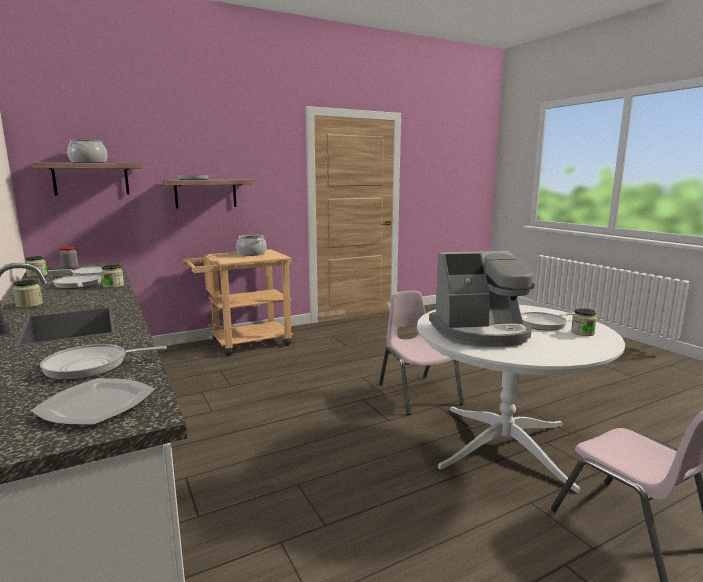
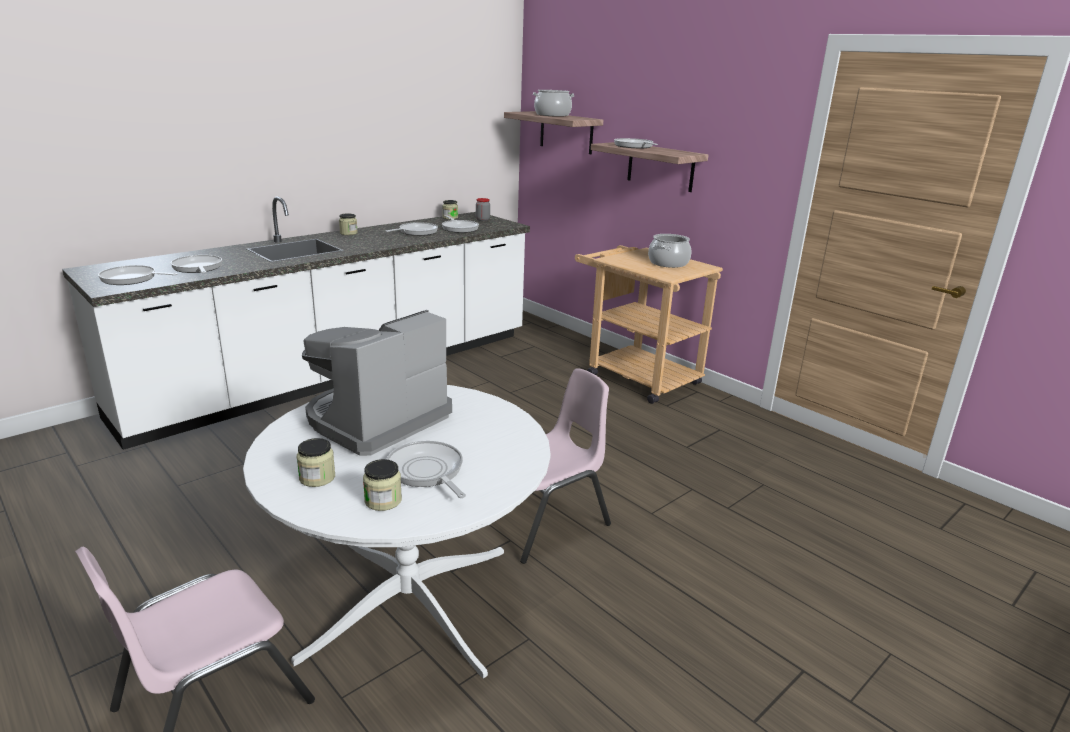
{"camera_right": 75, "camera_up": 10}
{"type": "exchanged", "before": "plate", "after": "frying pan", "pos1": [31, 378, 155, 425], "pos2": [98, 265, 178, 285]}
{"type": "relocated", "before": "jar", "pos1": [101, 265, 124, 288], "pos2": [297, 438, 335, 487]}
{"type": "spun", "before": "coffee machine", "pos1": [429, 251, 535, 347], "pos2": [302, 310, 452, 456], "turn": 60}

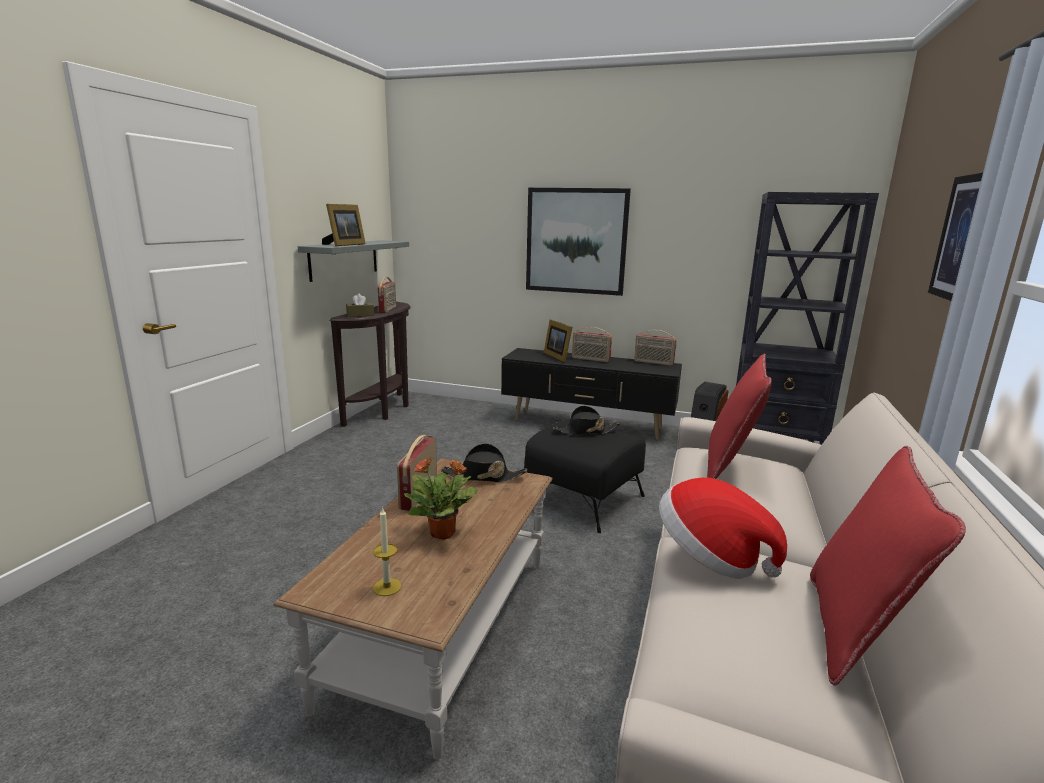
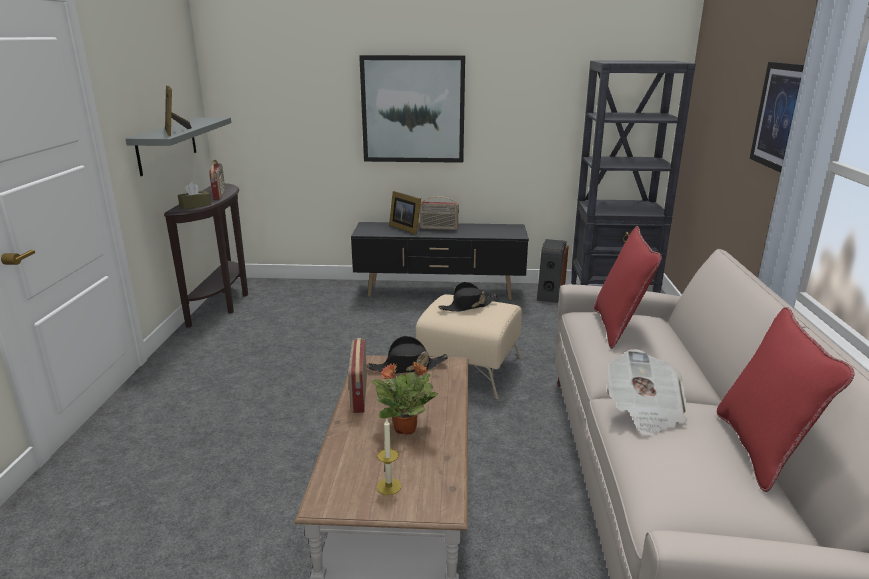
{"camera_right": -15, "camera_up": 5}
{"type": "spun", "before": "picture frame", "pos1": [322, 204, 366, 246], "pos2": [165, 85, 192, 136], "turn": 150}
{"type": "colour", "before": "black ottoman", "after": "beige ottoman", "pos1": [524, 419, 646, 533], "pos2": [415, 294, 522, 399]}
{"type": "missing", "before": "radio", "pos1": [634, 330, 677, 366]}
{"type": "exchanged", "before": "hat", "after": "newspaper", "pos1": [659, 478, 787, 579], "pos2": [606, 349, 687, 436]}

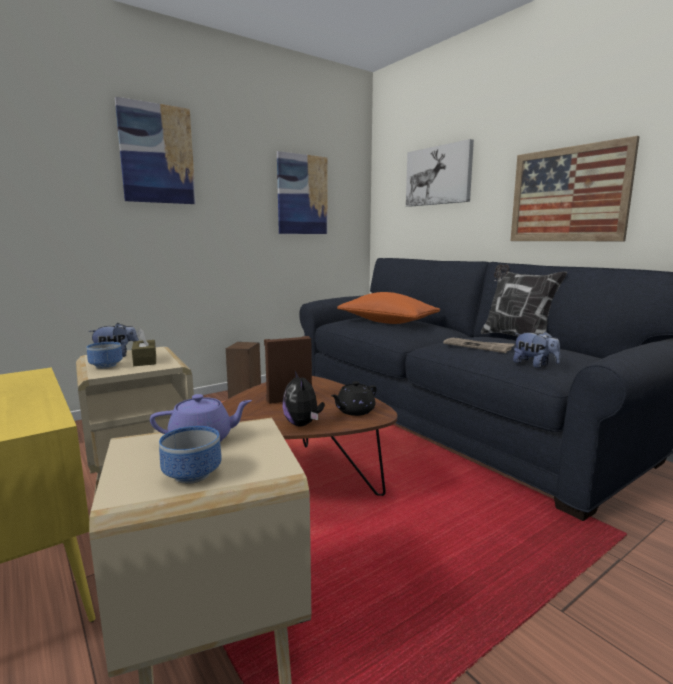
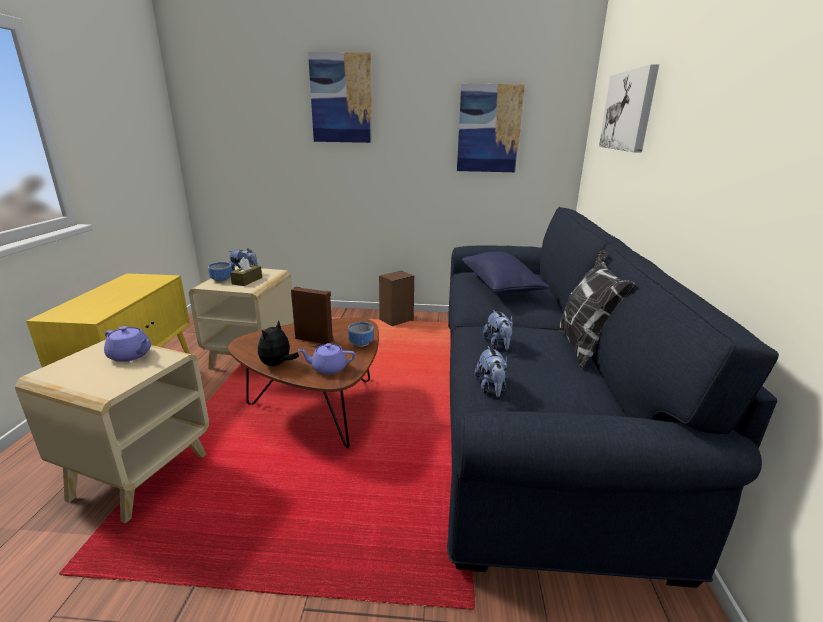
{"camera_right": 40, "camera_up": 10}
{"type": "relocated", "before": "bowl", "pos1": [159, 426, 222, 484], "pos2": [348, 322, 374, 347]}
{"type": "colour", "before": "black teapot", "after": "purple teapot", "pos1": [331, 381, 377, 416], "pos2": [298, 343, 355, 374]}
{"type": "colour", "before": "orange pillow", "after": "blue pillow", "pos1": [337, 292, 440, 324], "pos2": [462, 252, 550, 293]}
{"type": "exchanged", "before": "newspaper", "after": "plush toy", "pos1": [443, 338, 515, 353], "pos2": [483, 310, 513, 350]}
{"type": "missing", "before": "picture", "pos1": [511, 136, 640, 241]}

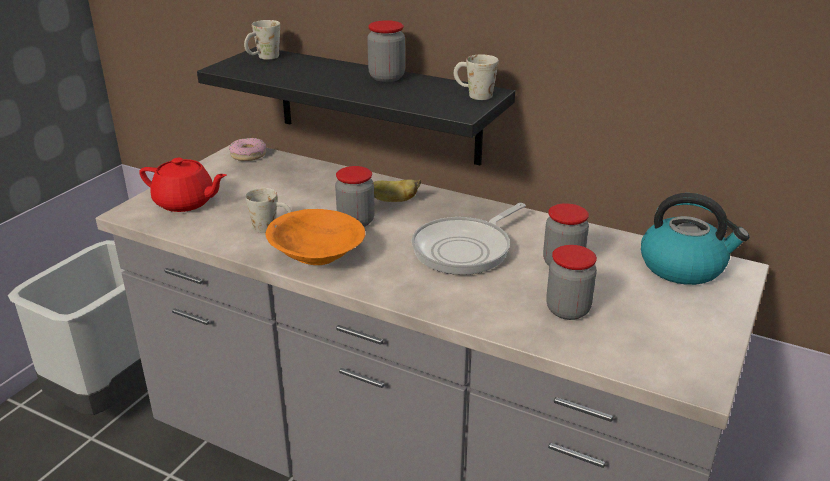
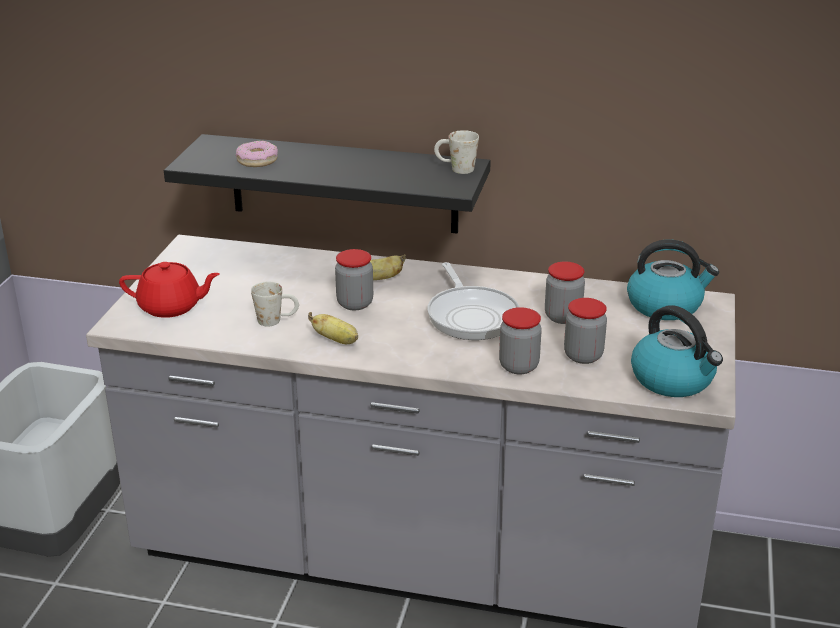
{"camera_right": -15, "camera_up": 0}
{"type": "relocated", "before": "donut", "pos1": [229, 138, 266, 161], "pos2": [236, 141, 278, 167]}
{"type": "missing", "before": "white mug", "pos1": [244, 20, 280, 60]}
{"type": "exchanged", "before": "orange bowl", "after": "banana", "pos1": [266, 209, 365, 265], "pos2": [308, 312, 358, 344]}
{"type": "relocated", "before": "jar", "pos1": [367, 20, 405, 82], "pos2": [499, 307, 542, 374]}
{"type": "spun", "before": "frying pan", "pos1": [412, 203, 526, 275], "pos2": [427, 262, 519, 340], "turn": -45}
{"type": "appeared", "after": "kettle", "pos2": [631, 305, 723, 397]}

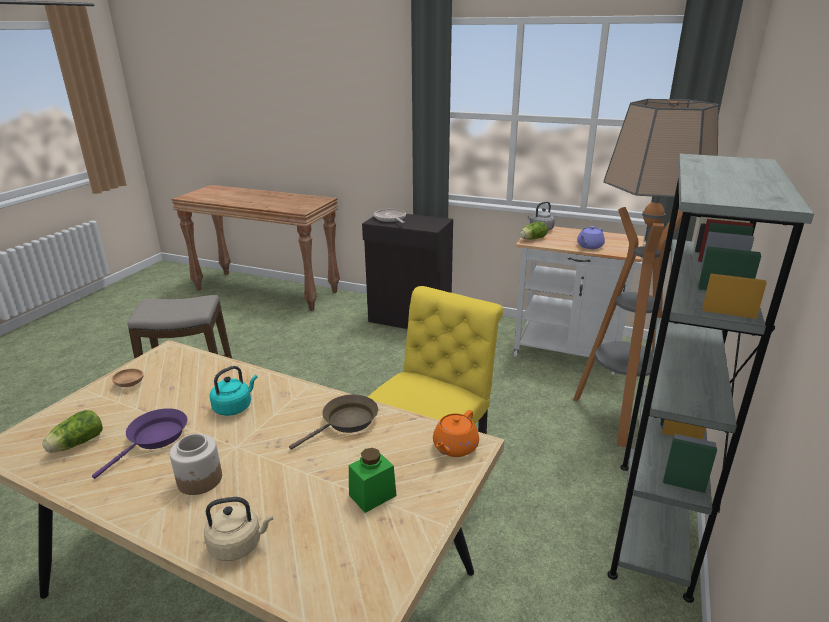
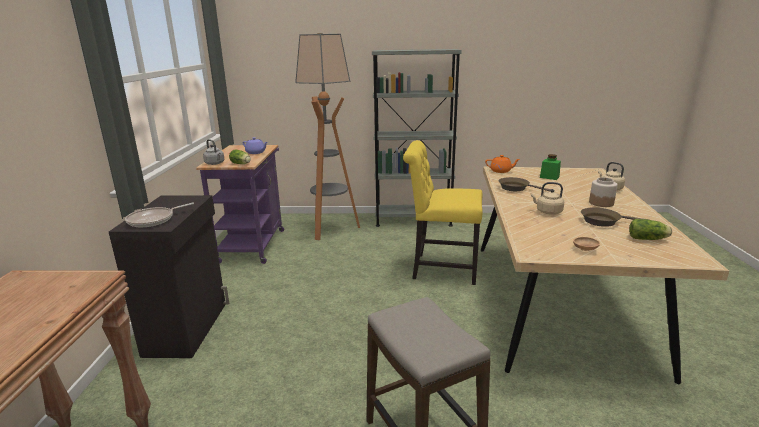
{"camera_right": -110, "camera_up": -5}
{"type": "colour", "before": "purple frying pan", "after": "brown frying pan", "pos1": [92, 408, 187, 479], "pos2": [581, 207, 650, 227]}
{"type": "colour", "before": "turquoise kettle", "after": "beige kettle", "pos1": [210, 366, 257, 416], "pos2": [531, 182, 564, 215]}
{"type": "colour", "before": "white cart", "after": "purple cart", "pos1": [514, 226, 653, 375], "pos2": [196, 145, 284, 264]}

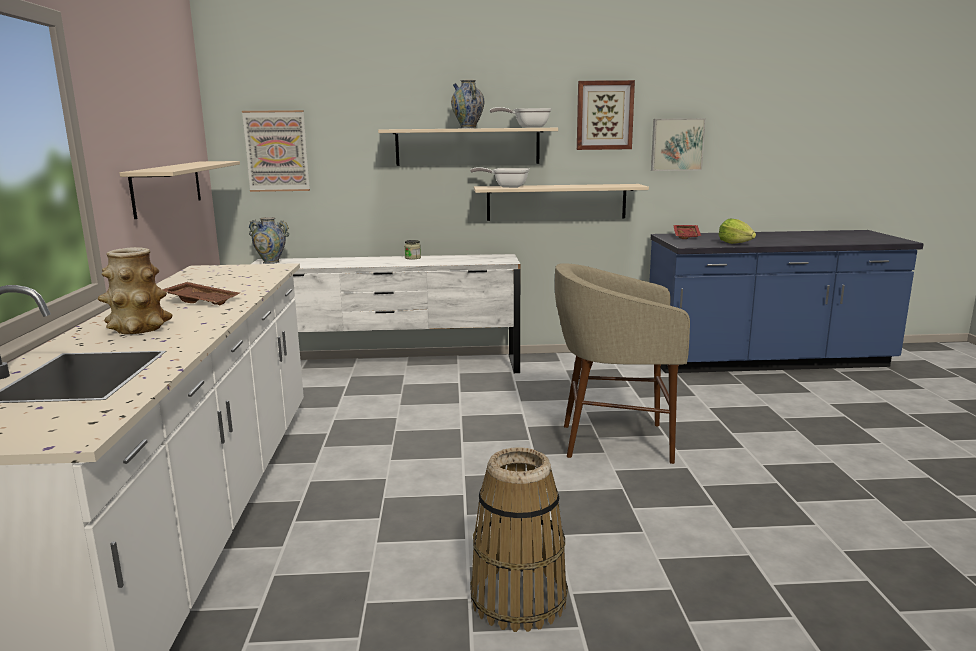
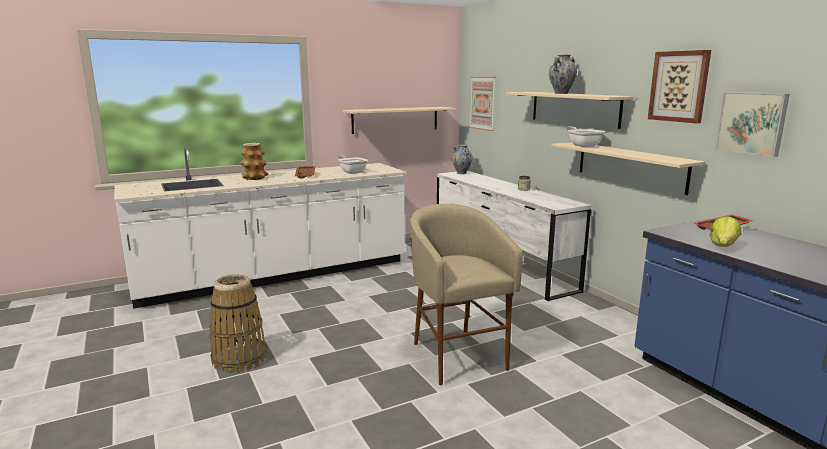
{"camera_right": 65, "camera_up": 0}
{"type": "relocated", "before": "frying pan", "pos1": [490, 107, 552, 128], "pos2": [338, 155, 368, 174]}

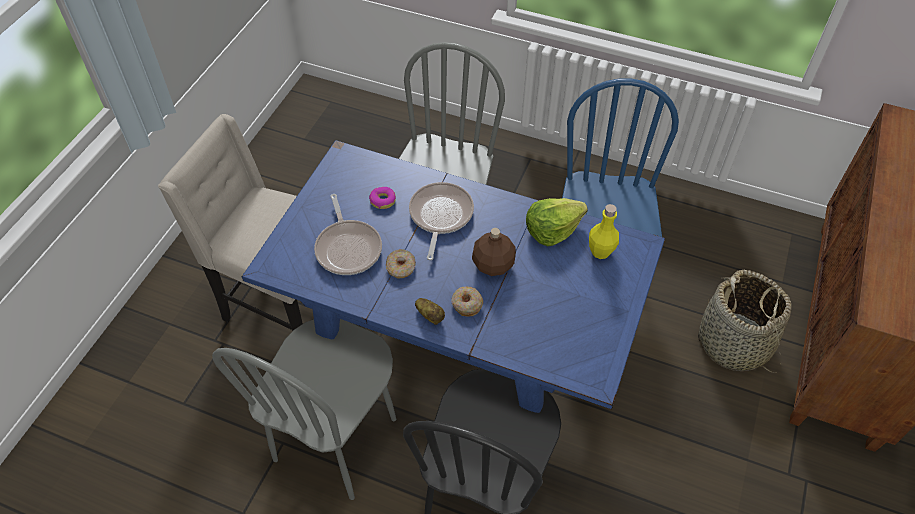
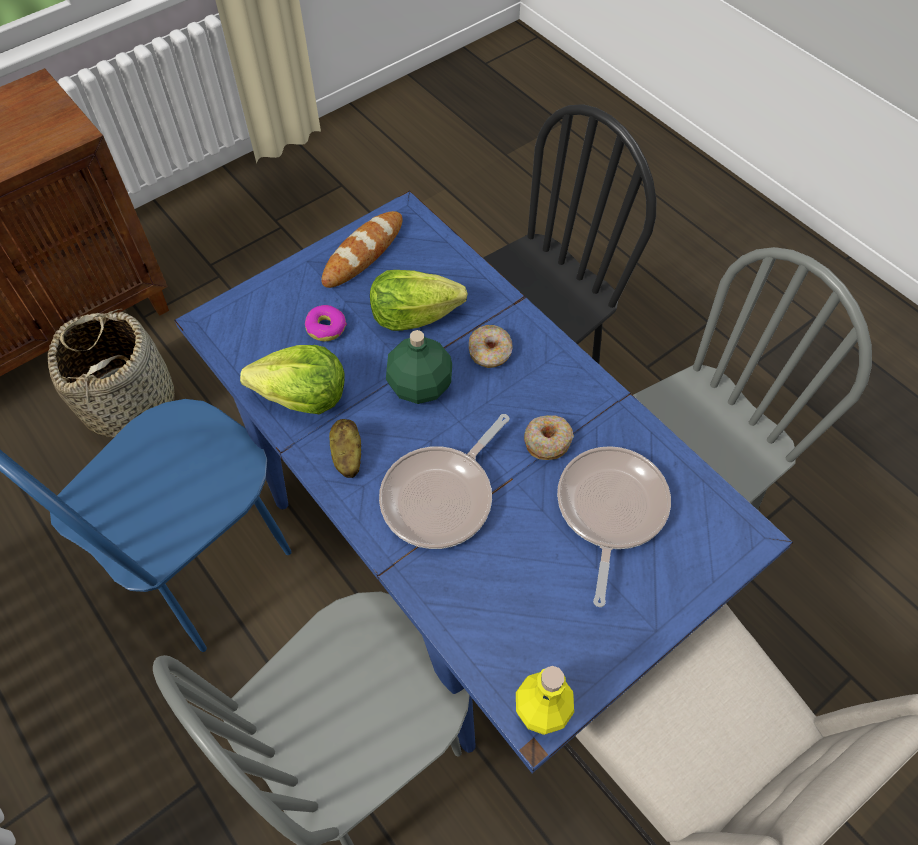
{"camera_right": -150, "camera_up": 5}
{"type": "relocated", "before": "donut", "pos1": [369, 187, 396, 209], "pos2": [305, 305, 347, 341]}
{"type": "relocated", "before": "potato", "pos1": [415, 298, 445, 325], "pos2": [329, 419, 361, 478]}
{"type": "colour", "before": "brown bottle", "after": "green bottle", "pos1": [472, 228, 516, 276], "pos2": [386, 330, 452, 404]}
{"type": "relocated", "before": "yellow bottle", "pos1": [589, 204, 619, 259], "pos2": [516, 666, 574, 735]}
{"type": "appeared", "after": "bread", "pos2": [321, 211, 402, 288]}
{"type": "appeared", "after": "lettuce", "pos2": [370, 270, 468, 331]}

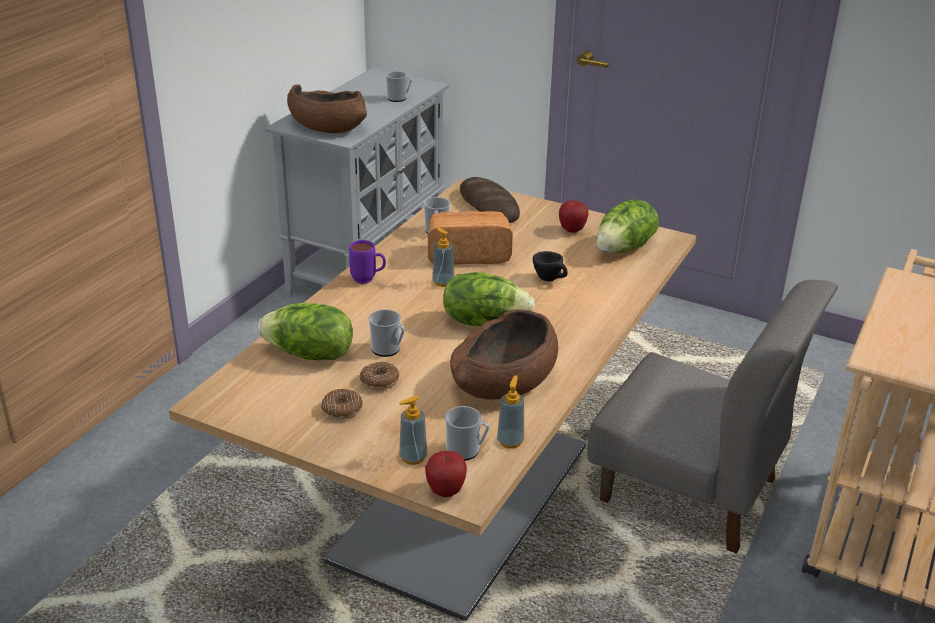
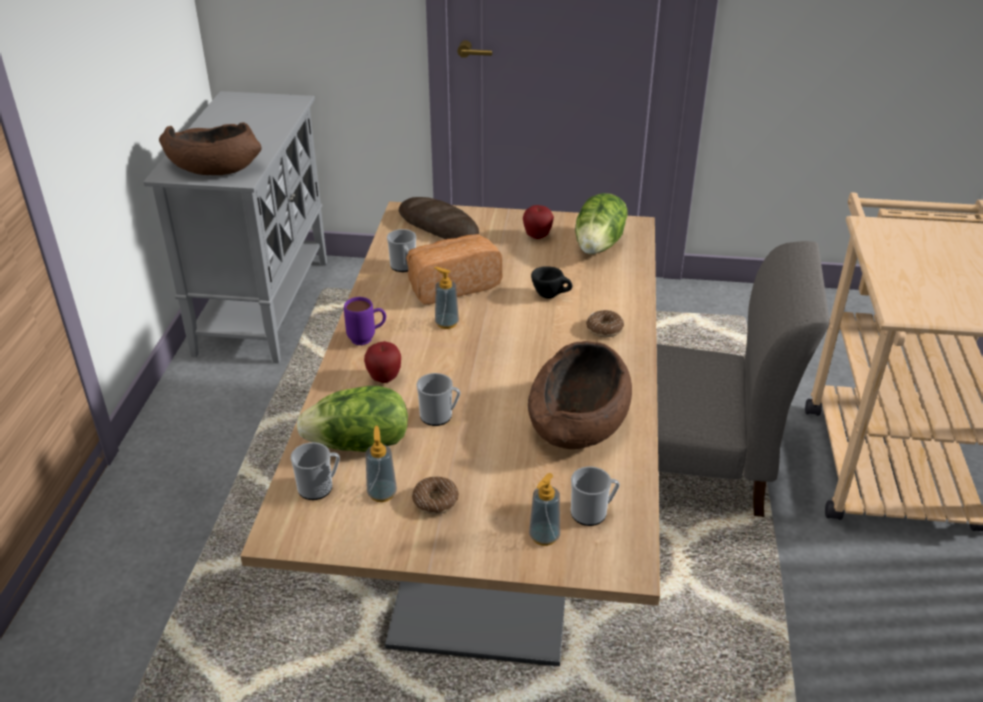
{"camera_right": -20, "camera_up": 5}
{"type": "relocated", "before": "donut", "pos1": [359, 362, 399, 390], "pos2": [586, 310, 624, 337]}
{"type": "relocated", "before": "mug", "pos1": [386, 71, 412, 102], "pos2": [291, 442, 340, 500]}
{"type": "relocated", "before": "apple", "pos1": [425, 451, 467, 497], "pos2": [364, 341, 401, 383]}
{"type": "missing", "before": "lettuce", "pos1": [443, 272, 535, 326]}
{"type": "relocated", "before": "soap dispenser", "pos1": [497, 375, 524, 449], "pos2": [366, 426, 397, 502]}

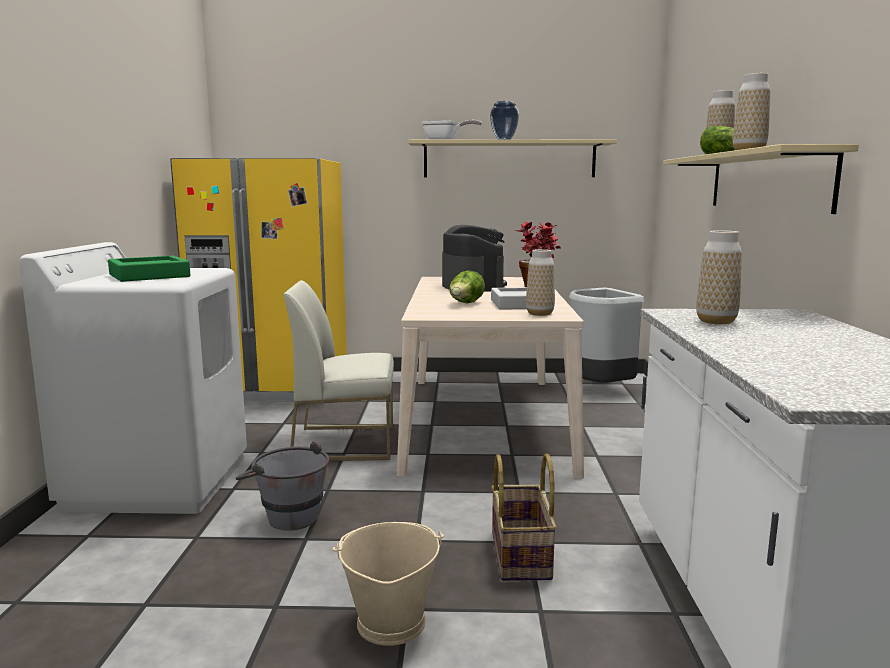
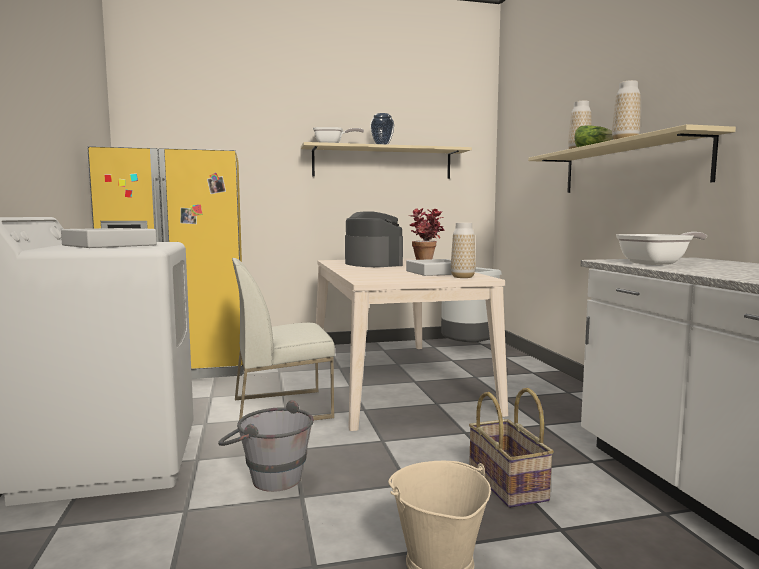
{"camera_right": -15, "camera_up": -5}
{"type": "colour", "before": "green tray", "after": "grey tray", "pos1": [108, 256, 190, 282], "pos2": [61, 228, 157, 248]}
{"type": "missing", "before": "lettuce", "pos1": [449, 270, 485, 303]}
{"type": "exchanged", "before": "vase", "after": "frying pan", "pos1": [696, 231, 742, 324], "pos2": [616, 232, 707, 265]}

